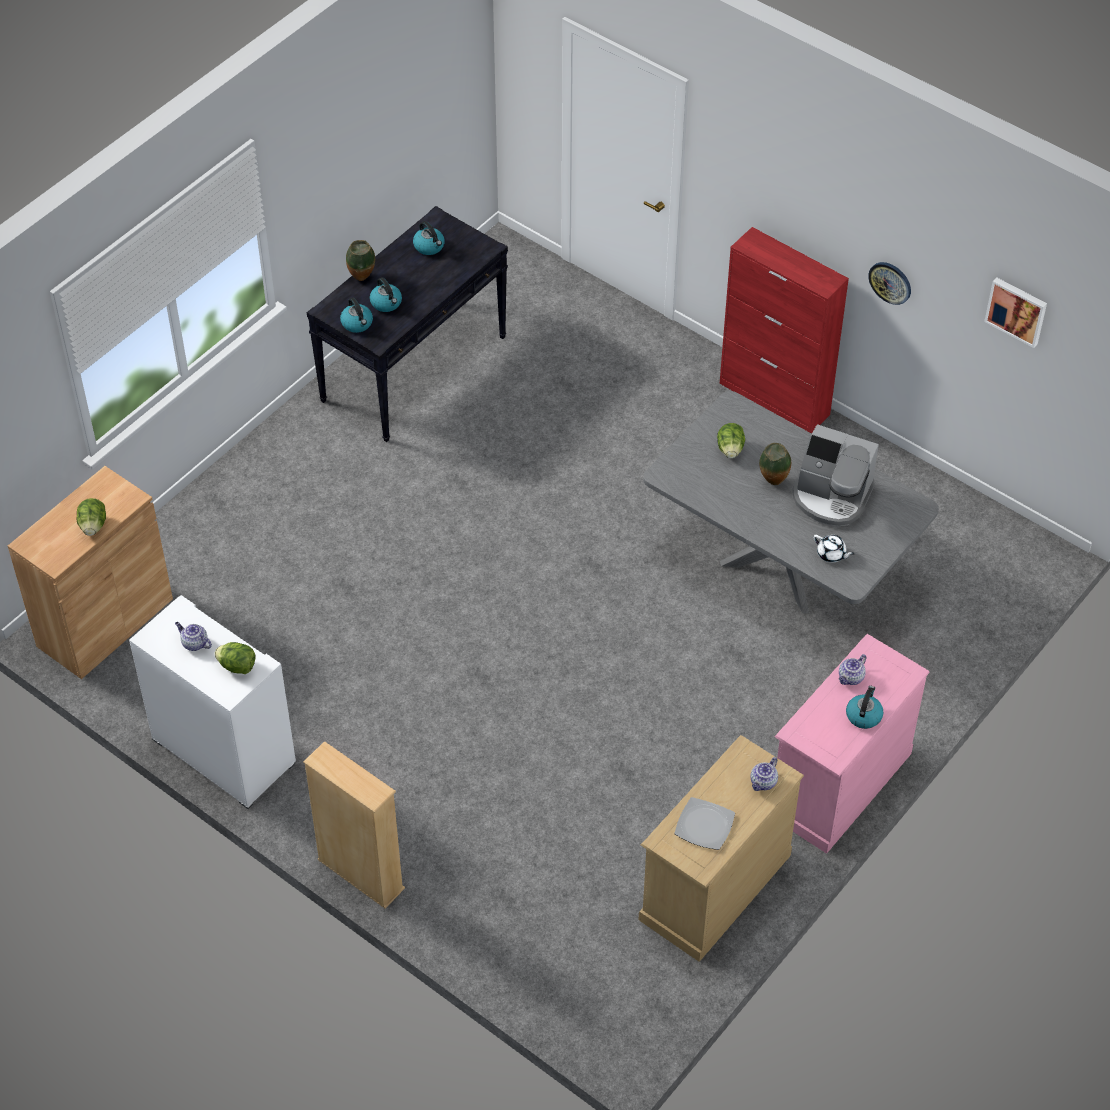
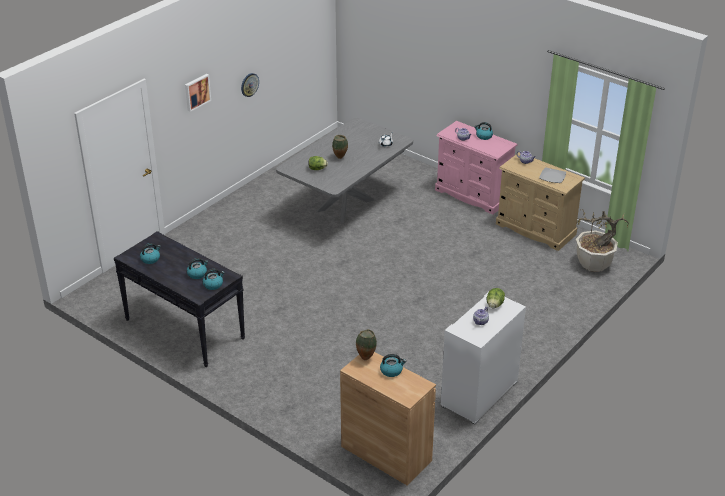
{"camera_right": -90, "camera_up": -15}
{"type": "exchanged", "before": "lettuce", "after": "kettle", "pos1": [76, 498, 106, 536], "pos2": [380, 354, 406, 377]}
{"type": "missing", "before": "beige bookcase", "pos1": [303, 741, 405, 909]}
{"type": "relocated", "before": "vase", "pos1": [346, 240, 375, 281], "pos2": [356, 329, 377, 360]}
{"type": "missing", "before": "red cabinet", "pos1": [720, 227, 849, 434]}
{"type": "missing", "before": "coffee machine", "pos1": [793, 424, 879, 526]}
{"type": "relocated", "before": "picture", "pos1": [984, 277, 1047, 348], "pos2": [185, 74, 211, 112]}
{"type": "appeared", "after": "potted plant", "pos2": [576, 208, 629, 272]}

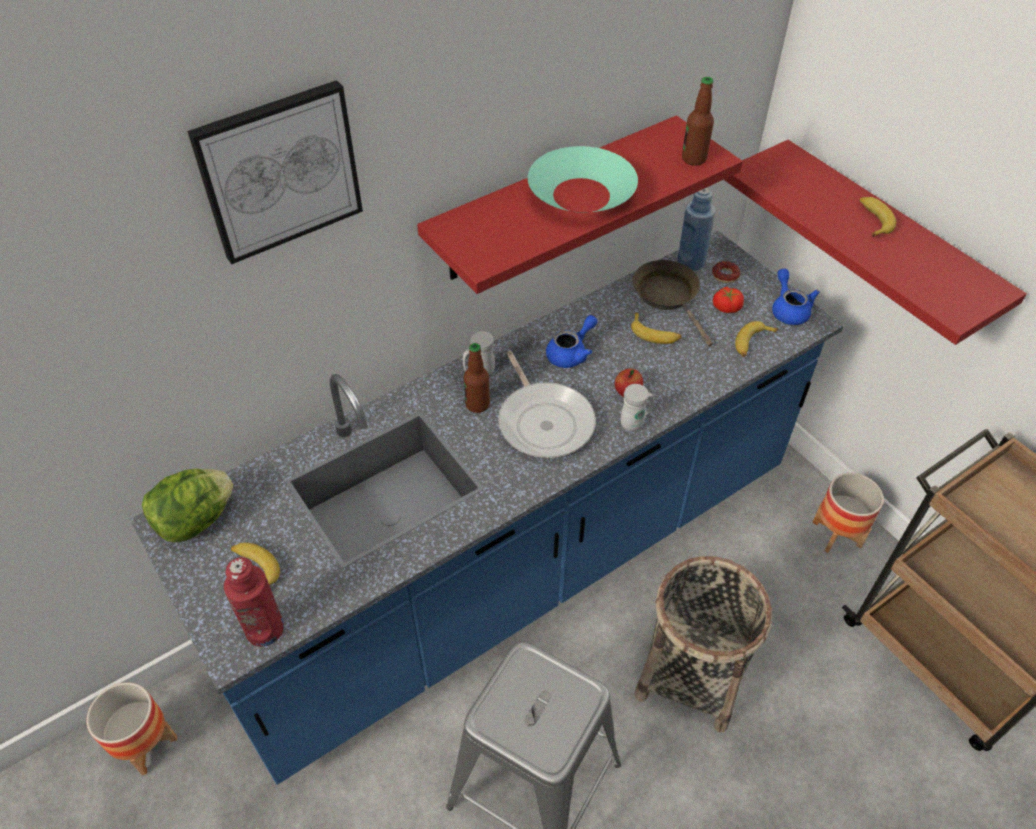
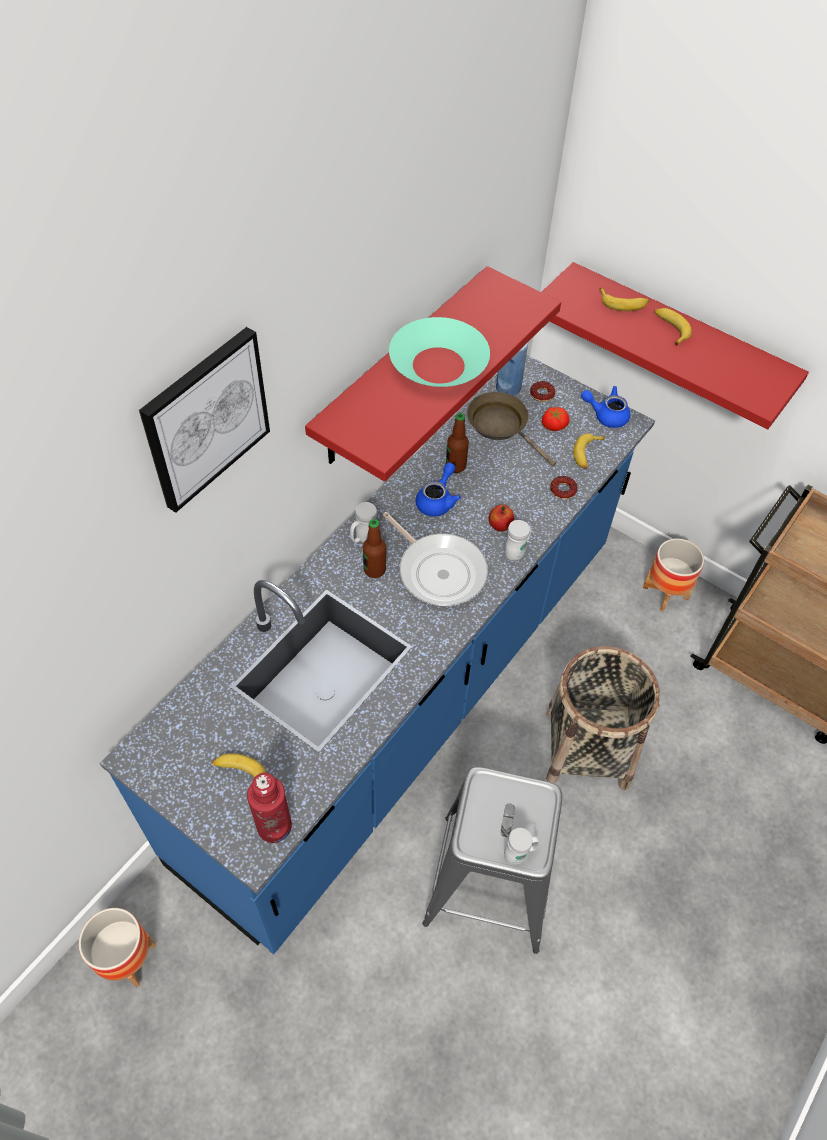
{"camera_right": -20, "camera_up": 5}
{"type": "missing", "before": "lettuce", "pos1": [142, 469, 233, 543]}
{"type": "relocated", "before": "banana", "pos1": [631, 313, 682, 344], "pos2": [599, 288, 650, 311]}
{"type": "relocated", "before": "bottle", "pos1": [682, 77, 714, 166], "pos2": [446, 413, 469, 473]}
{"type": "spun", "before": "blue teapot", "pos1": [772, 268, 820, 325], "pos2": [581, 386, 630, 428], "turn": -45}
{"type": "appeared", "after": "white mug", "pos2": [504, 828, 540, 865]}
{"type": "appeared", "after": "donut", "pos2": [550, 476, 578, 499]}

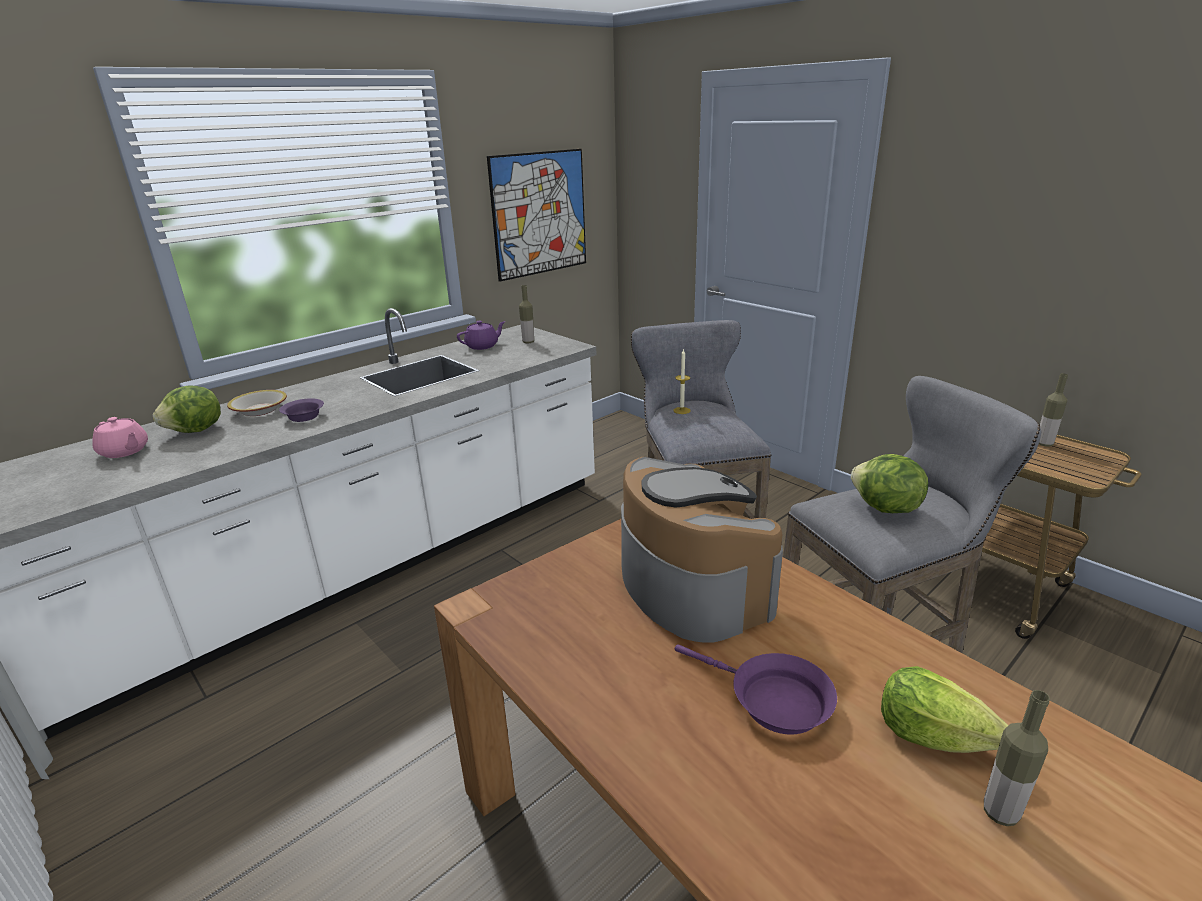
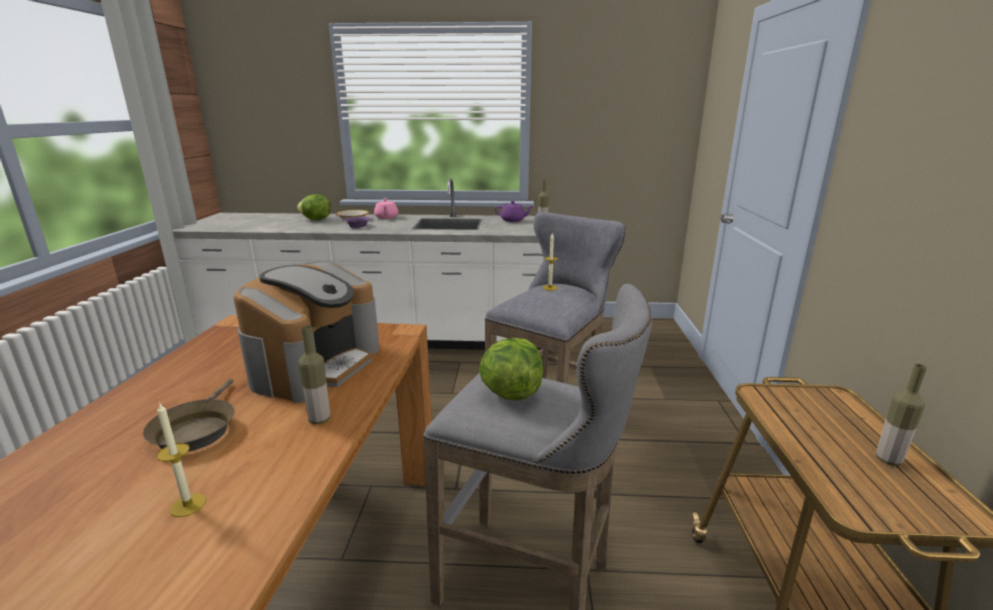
{"camera_right": 45, "camera_up": -5}
{"type": "relocated", "before": "pink teapot", "pos1": [92, 417, 148, 458], "pos2": [374, 198, 399, 219]}
{"type": "missing", "before": "picture", "pos1": [487, 149, 586, 282]}
{"type": "colour", "before": "purple frying pan", "after": "brown frying pan", "pos1": [675, 644, 837, 735], "pos2": [143, 378, 235, 452]}
{"type": "exchanged", "before": "lettuce", "after": "candle", "pos1": [881, 666, 1008, 753], "pos2": [156, 402, 206, 517]}
{"type": "relocated", "before": "bottle", "pos1": [984, 690, 1050, 826], "pos2": [299, 325, 330, 424]}

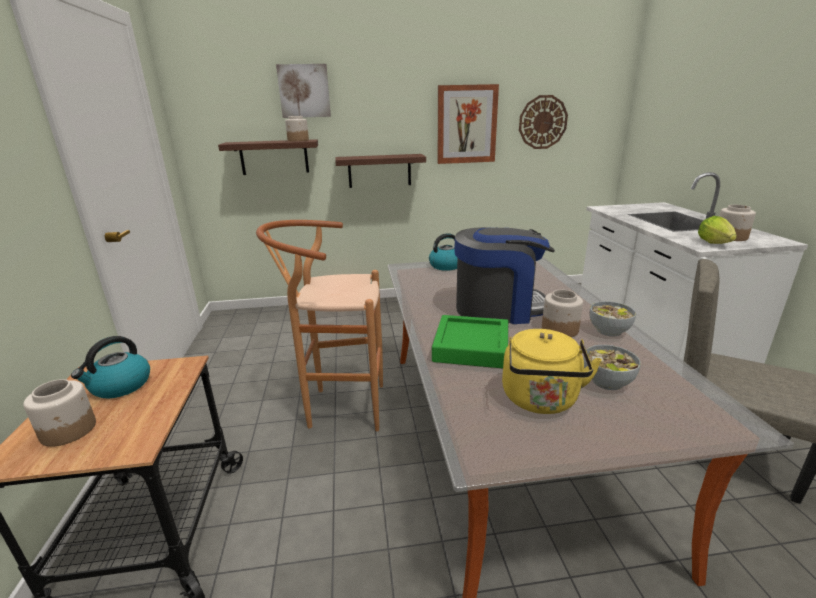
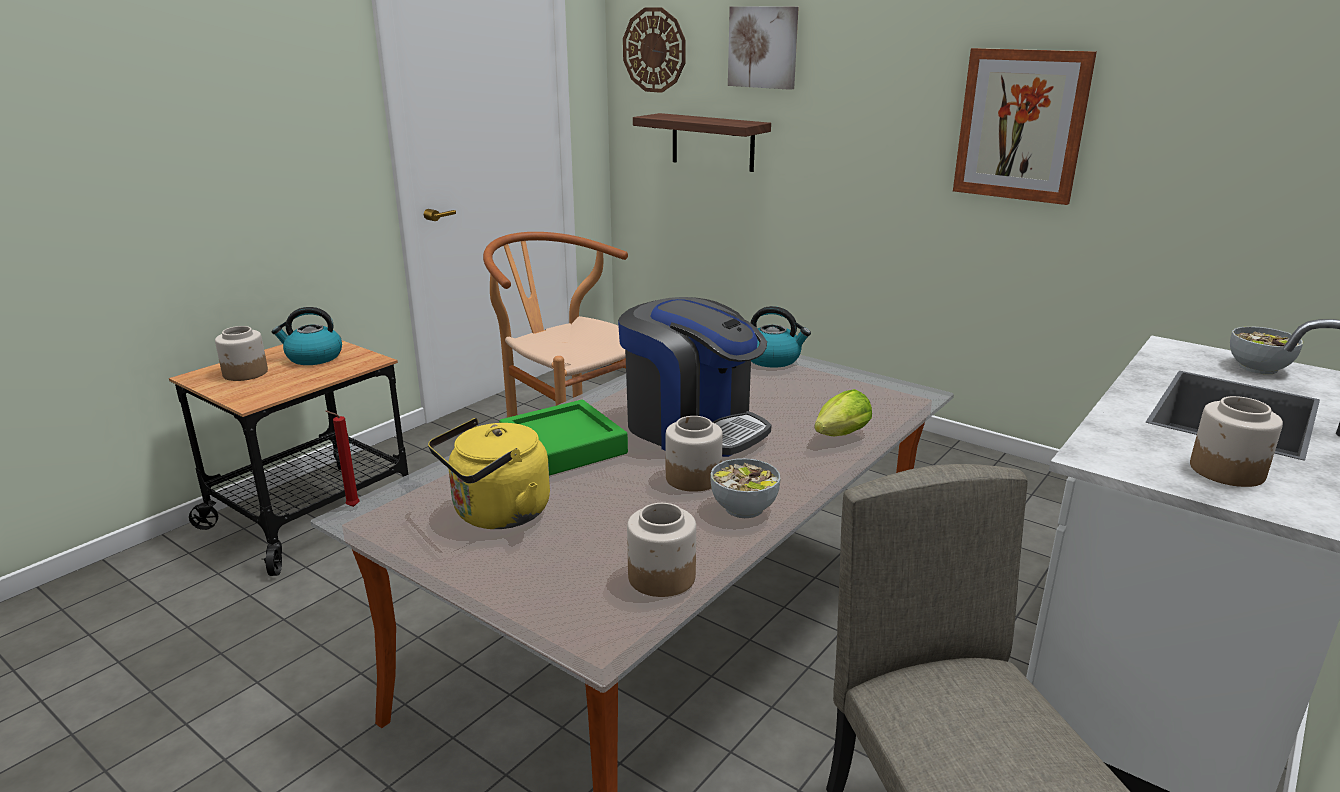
{"camera_right": 45, "camera_up": 0}
{"type": "relocated", "before": "jar", "pos1": [285, 116, 309, 141], "pos2": [627, 503, 696, 597]}
{"type": "missing", "before": "shelf", "pos1": [335, 154, 426, 188]}
{"type": "relocated", "before": "wall clock", "pos1": [519, 95, 568, 149], "pos2": [623, 7, 686, 93]}
{"type": "relocated", "before": "bowl", "pos1": [584, 345, 641, 390], "pos2": [1230, 326, 1303, 374]}
{"type": "relocated", "before": "lettuce", "pos1": [698, 216, 737, 244], "pos2": [814, 389, 872, 436]}
{"type": "appeared", "after": "red candle", "pos2": [325, 411, 360, 507]}

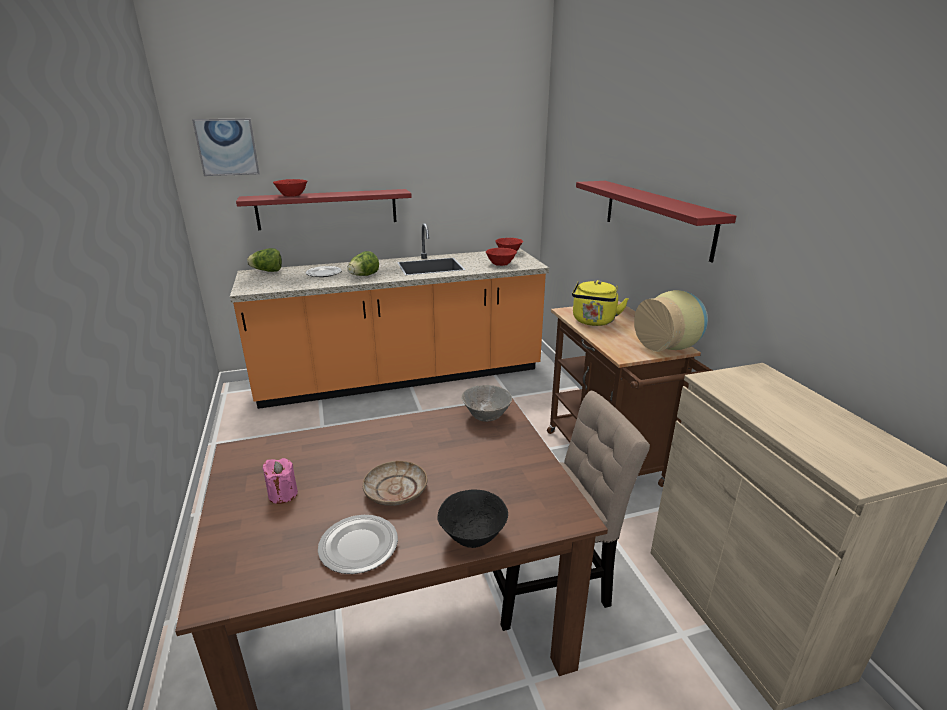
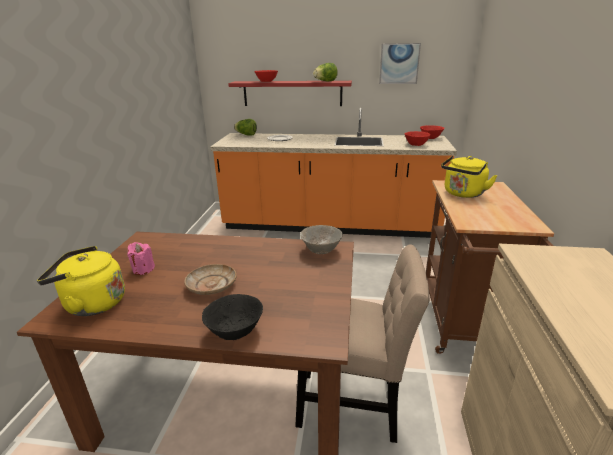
{"camera_right": 25, "camera_up": 0}
{"type": "relocated", "before": "picture", "pos1": [192, 119, 260, 176], "pos2": [379, 43, 421, 84]}
{"type": "missing", "before": "plate", "pos1": [318, 515, 398, 574]}
{"type": "relocated", "before": "lettuce", "pos1": [347, 251, 379, 276], "pos2": [313, 63, 338, 81]}
{"type": "missing", "before": "red shelf", "pos1": [576, 181, 736, 263]}
{"type": "missing", "before": "vase", "pos1": [634, 290, 708, 352]}
{"type": "appeared", "after": "yellow kettle", "pos2": [37, 246, 125, 316]}

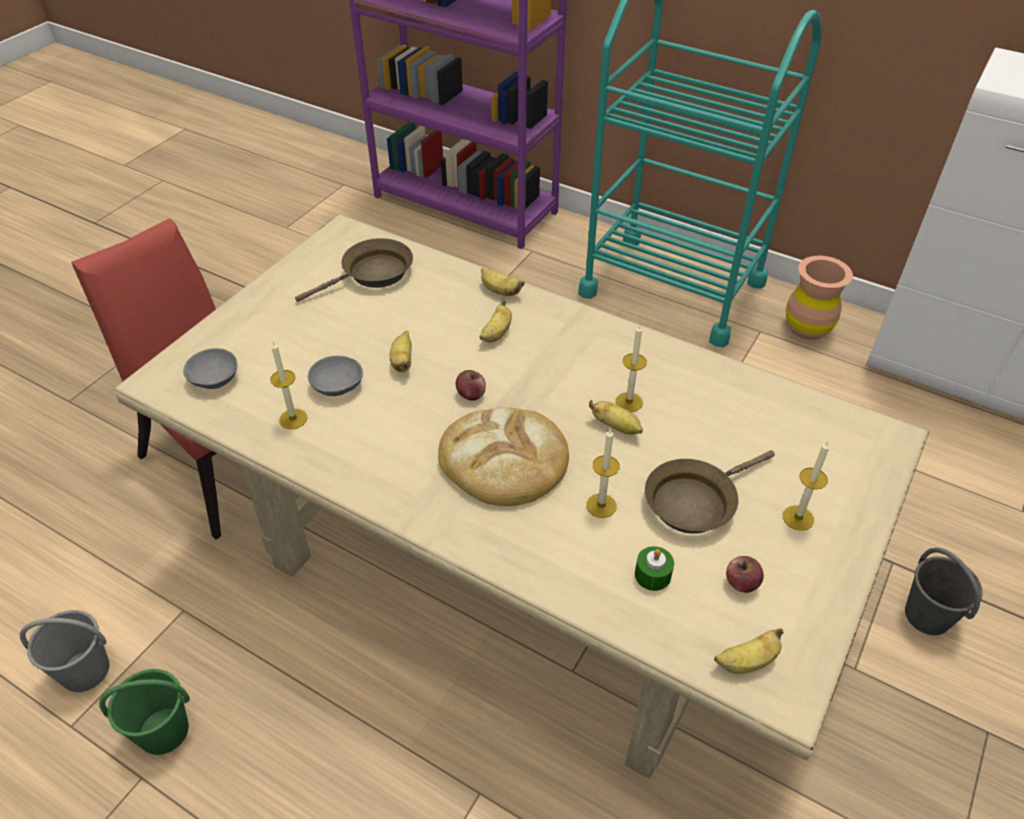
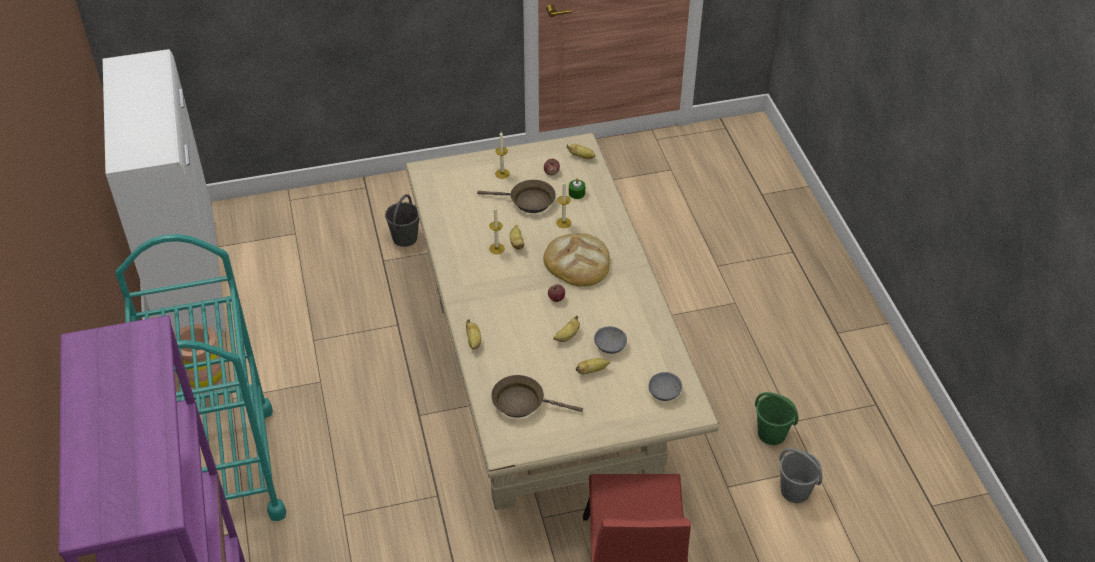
{"camera_right": -135, "camera_up": 0}
{"type": "missing", "before": "candle", "pos1": [270, 342, 308, 429]}
{"type": "relocated", "before": "banana", "pos1": [479, 300, 512, 343], "pos2": [576, 358, 610, 374]}

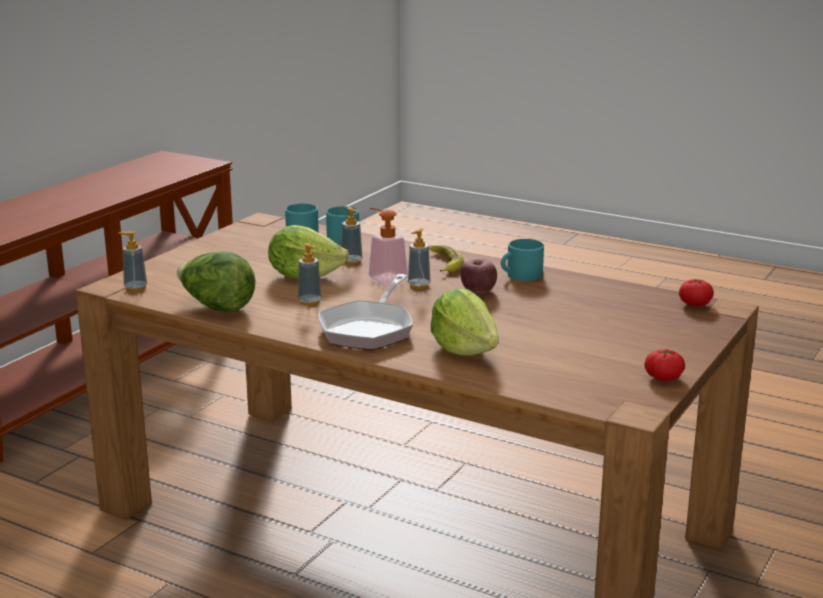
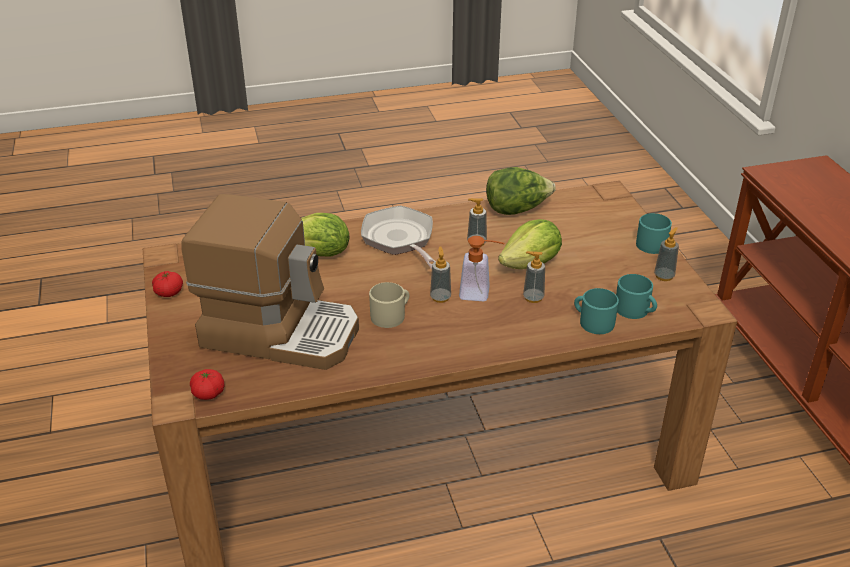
{"camera_right": 135, "camera_up": 15}
{"type": "relocated", "before": "soap dispenser", "pos1": [119, 231, 147, 292], "pos2": [654, 227, 679, 281]}
{"type": "missing", "before": "banana", "pos1": [429, 245, 464, 272]}
{"type": "exchanged", "before": "apple", "after": "beige mug", "pos1": [460, 259, 497, 294], "pos2": [369, 282, 409, 328]}
{"type": "relocated", "before": "turquoise mug", "pos1": [501, 239, 544, 281], "pos2": [636, 213, 672, 254]}
{"type": "appeared", "after": "coffee machine", "pos2": [181, 194, 359, 370]}

